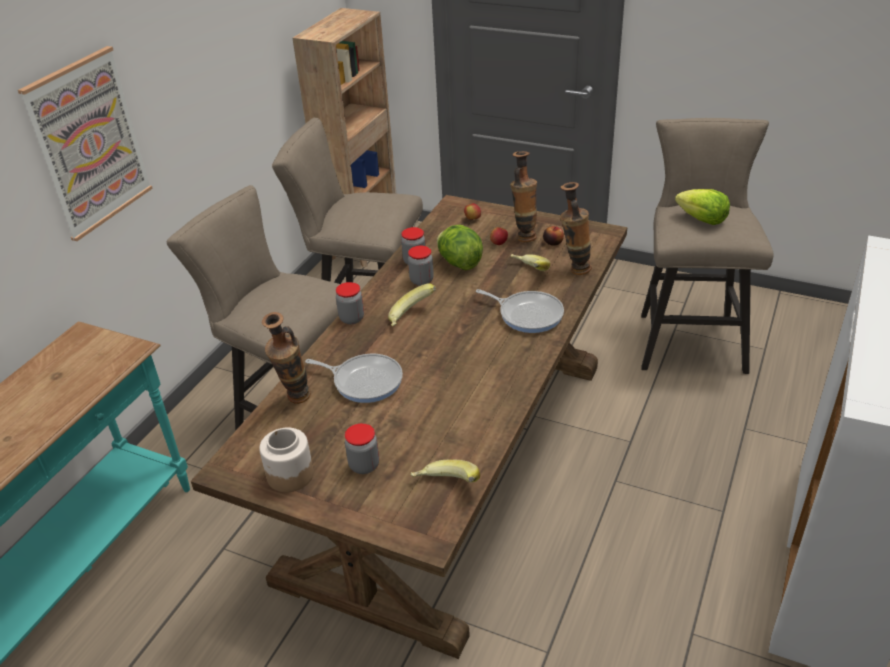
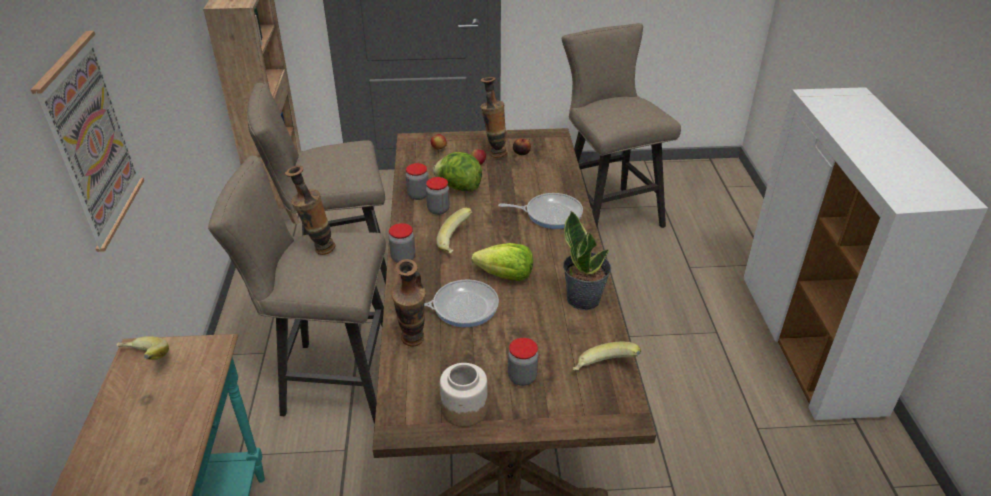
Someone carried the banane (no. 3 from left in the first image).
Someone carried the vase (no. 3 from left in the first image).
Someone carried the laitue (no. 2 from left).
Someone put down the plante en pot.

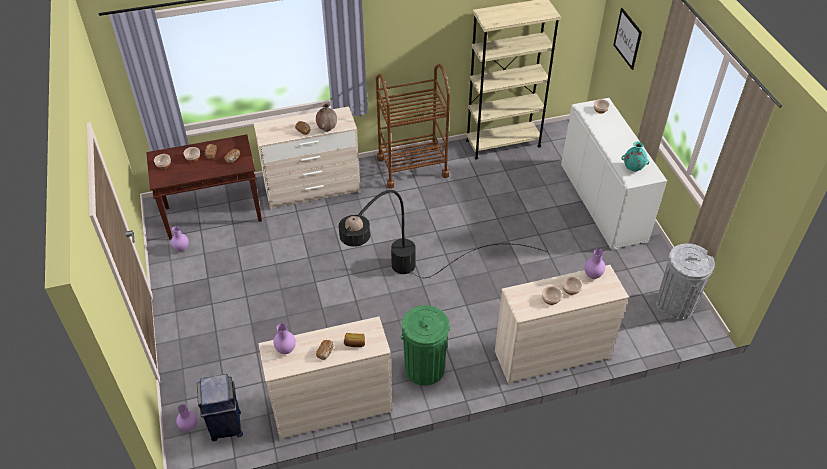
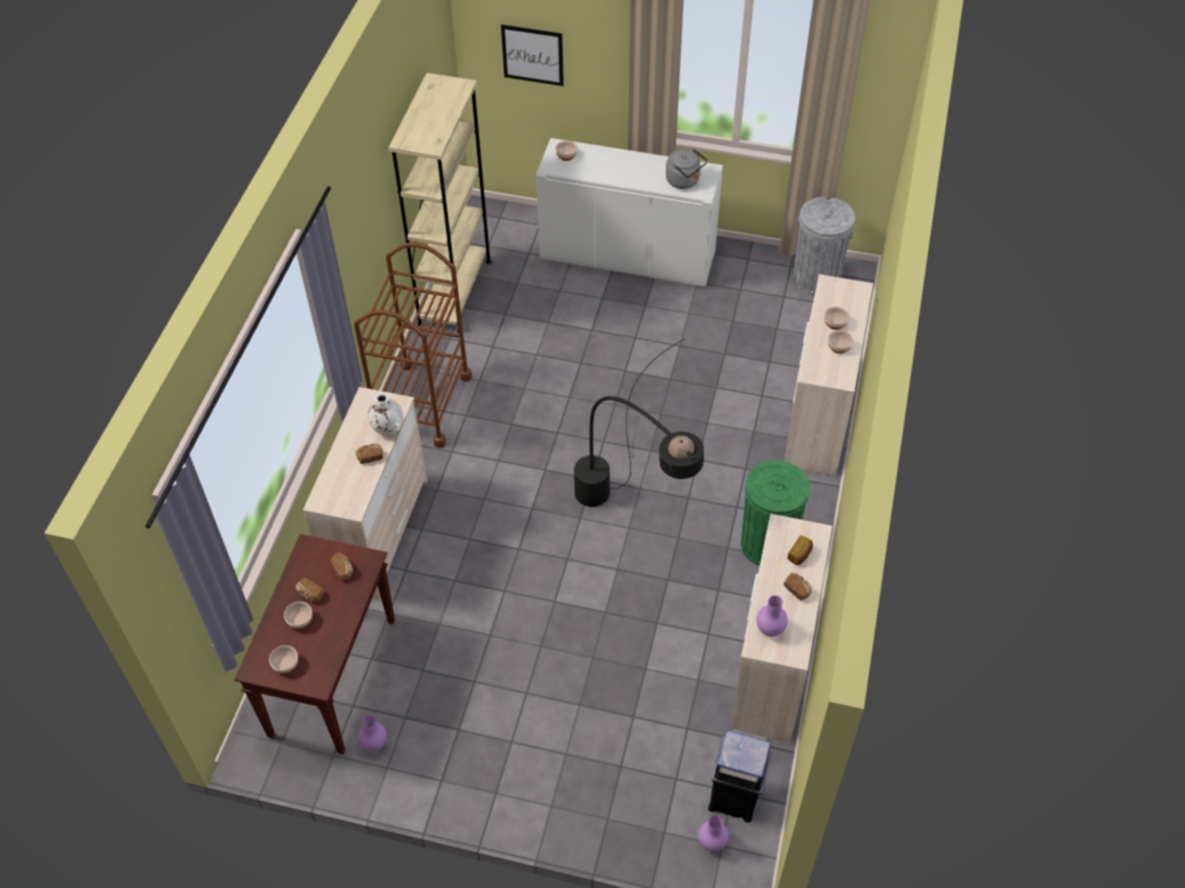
Someone repainted the vase (marron), which became the vase (blanc).
Someone swapped the vase (turquoise) for the bouilloire (gris).
Someone took away the vase (violet) (no. 4 from left).

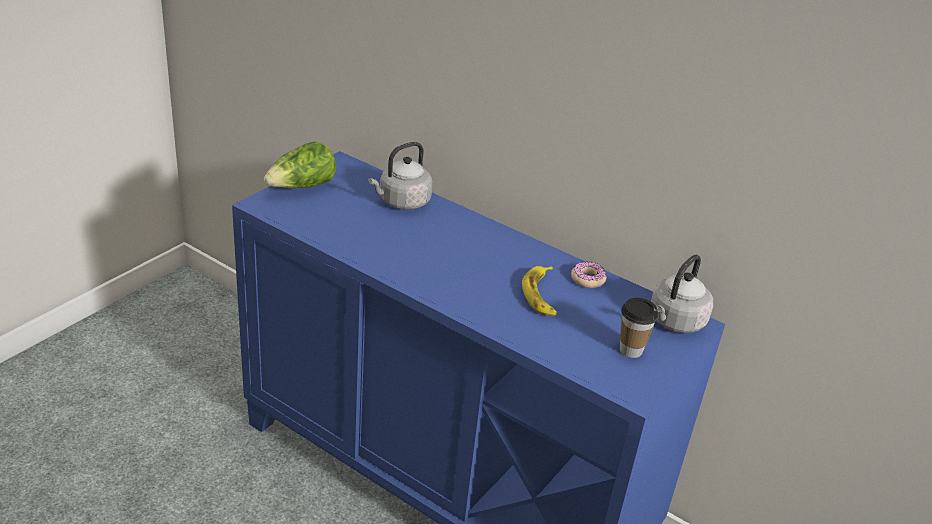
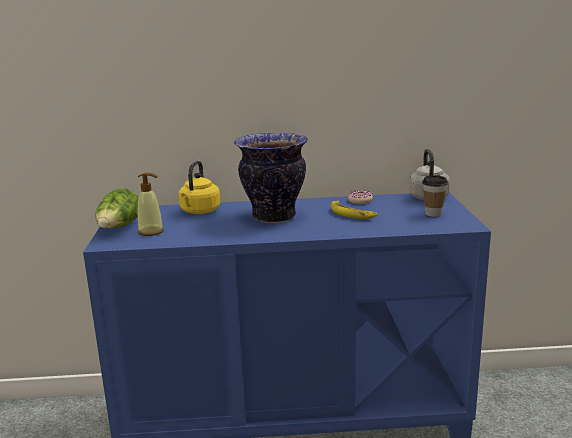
Someone put down the distributeur de savon.
Someone repainted the bouilloire (gris) (no. 1 from left), which became the bouilloire (jaune).
Someone put down the vase.

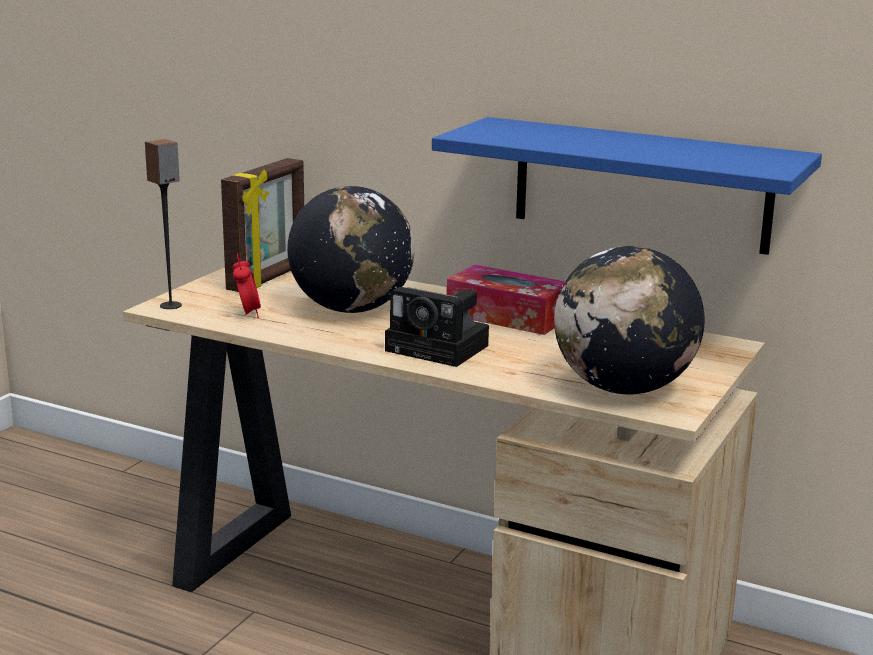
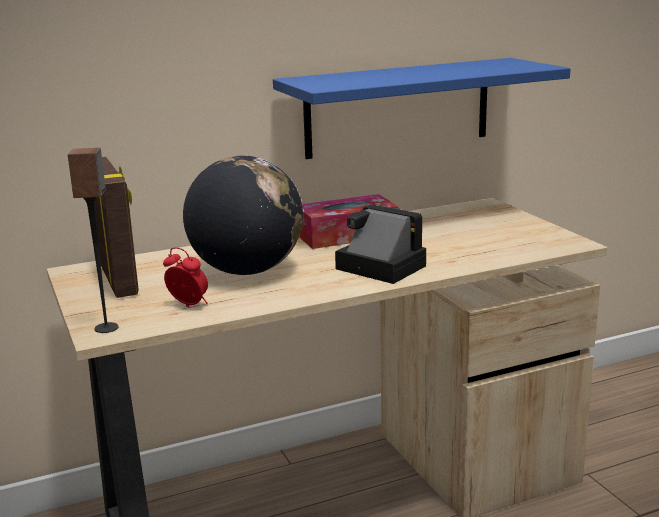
Someone rotated the appareil photo by 120 degrees counterclockwise.
Someone took away the globe (no. 2 from left).

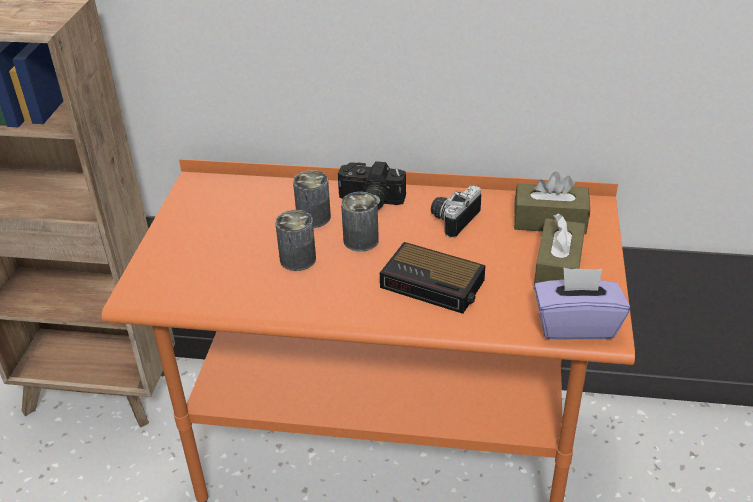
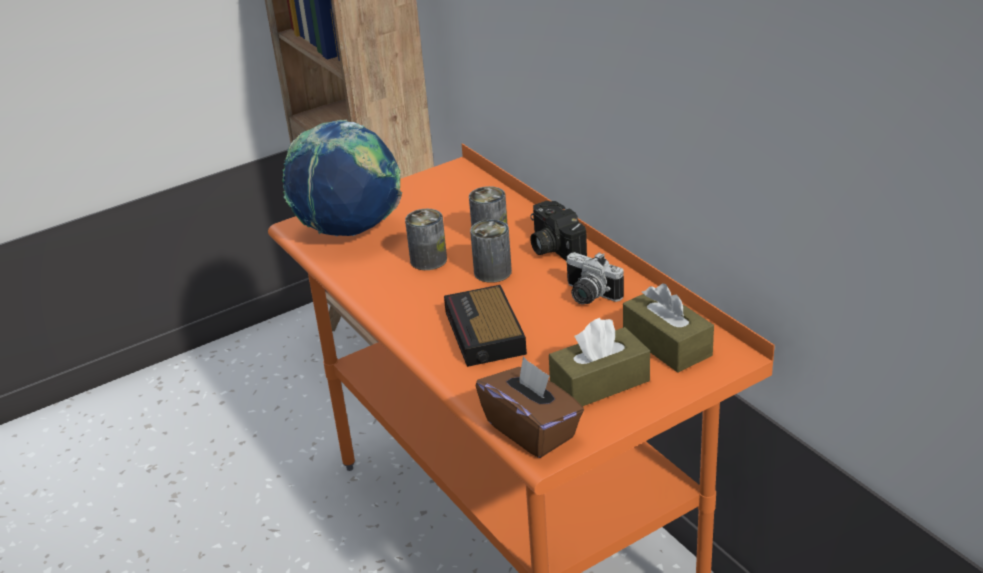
Someone put down the globe.
Someone repainted the boîte à mouchoirs (violet), which became the boîte à mouchoirs (marron) (no. 1 from left).
Someone rotated the appareil photo (no. 2 from left) by 135 degrees counterclockwise.

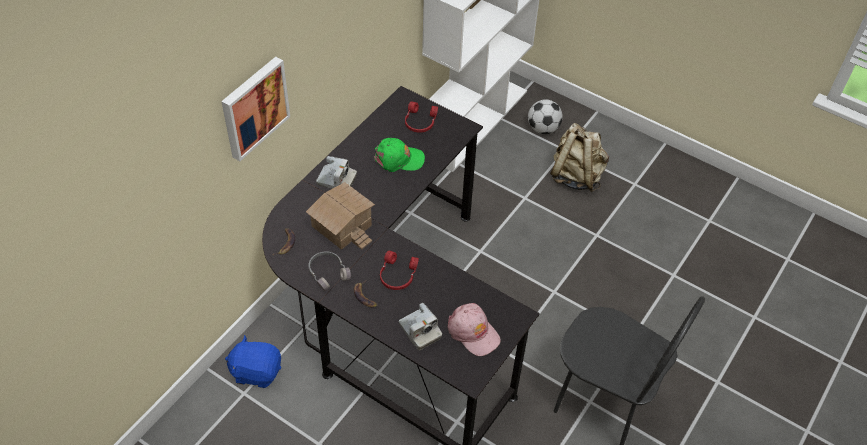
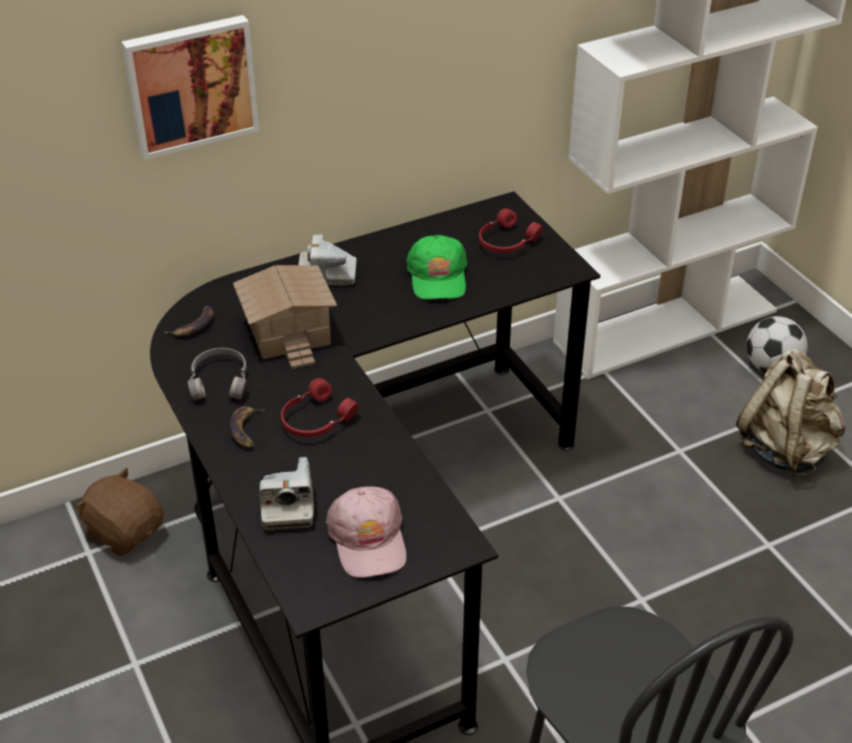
Someone repainted the peluche (bleu), which became the peluche (marron).
Someone rotated the appareil photo (no. 1 from left in the first image) by 135 degrees clockwise.
Someone rotated the casquette (vert) by 60 degrees clockwise.

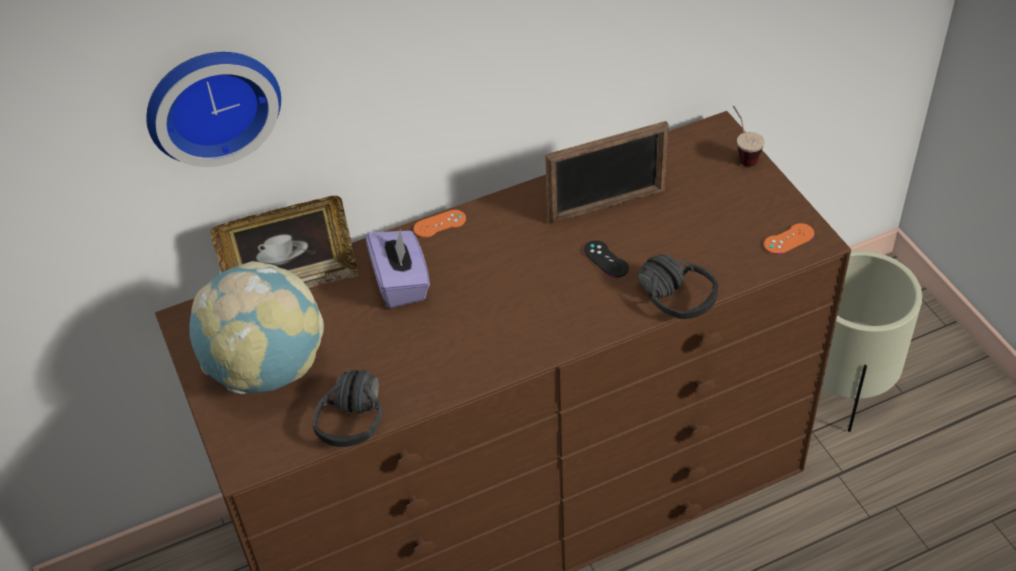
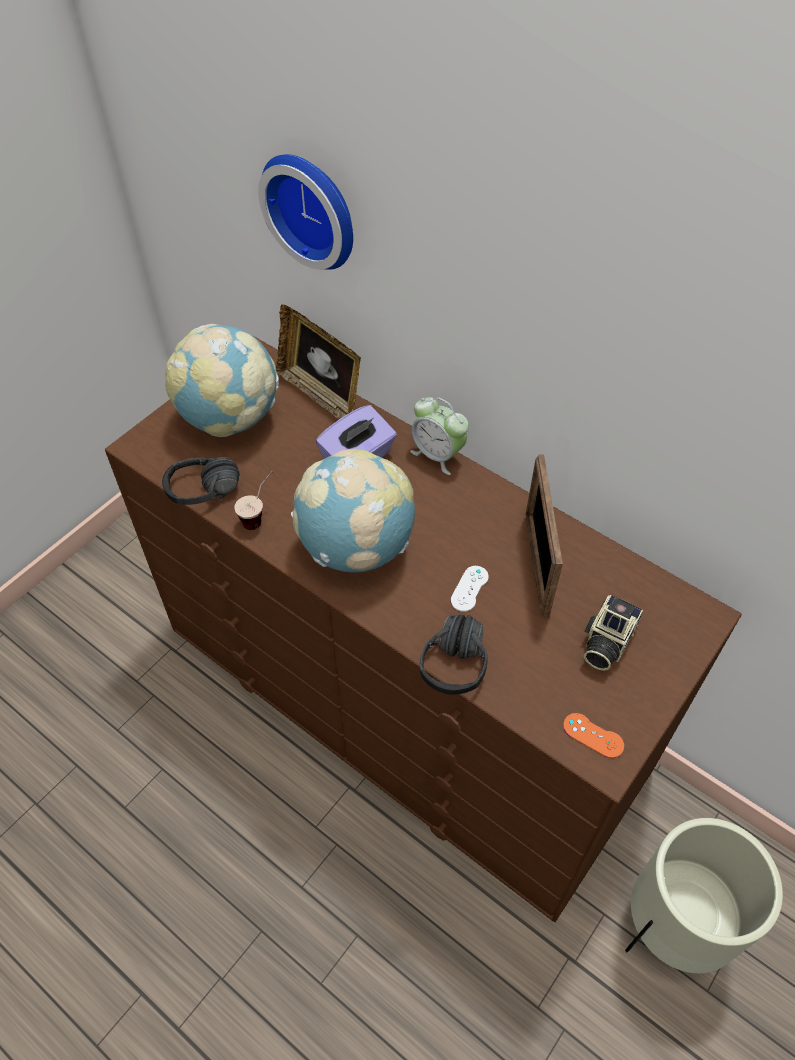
Someone carried the tasse.
Someone put down the globe (no. 2 from left).
Someone swapped the manette (orange) (no. 1 from left) for the réveil.
Someone repainted the manette (noir), which became the manette (blanc).
Someone rotated the cadre photo (no. 2 from left) by 45 degrees clockwise.
Someone put down the appareil photo.

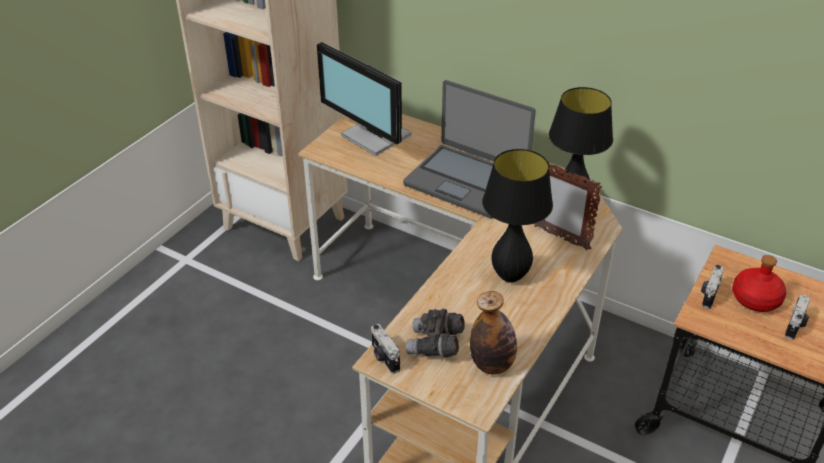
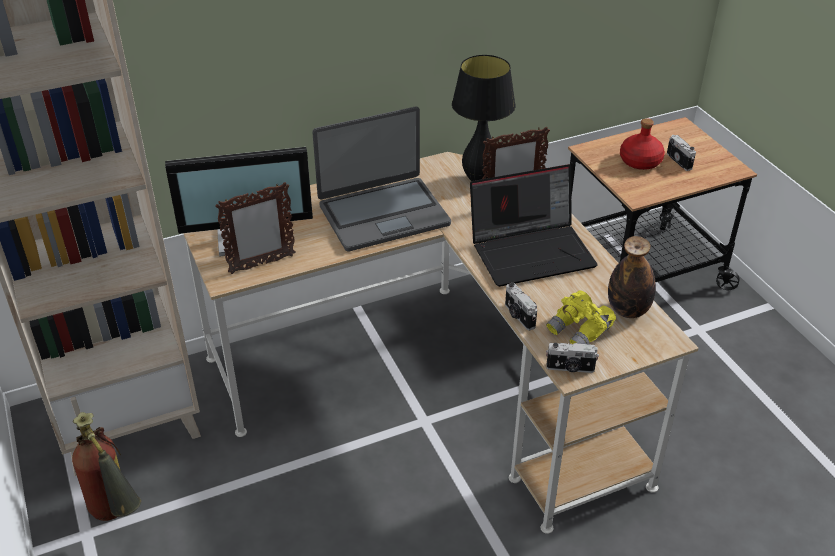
Someone put down the extincteur.
Someone put down the cadre photo (no. 1 from left).
Someone swapped the lampe de table (noir) (no. 1 from left) for the ordinateur portable (no. 2 from left).
Someone carried the appareil photo (no. 2 from left in the first image).
Someone repainted the jumelles (gris), which became the jumelles (jaune).

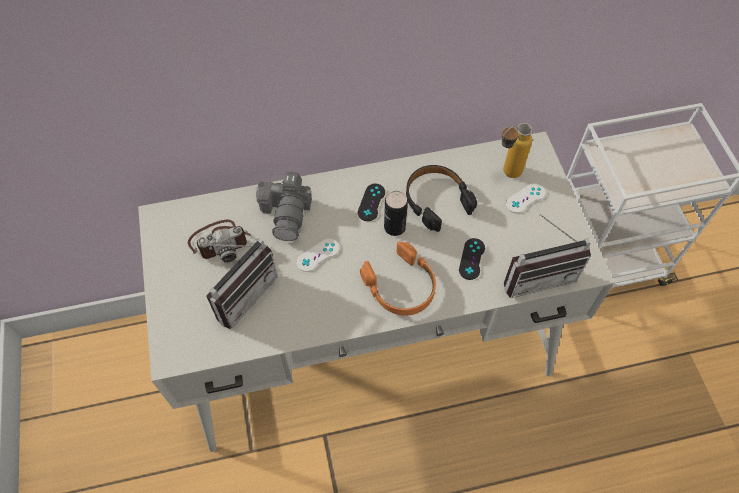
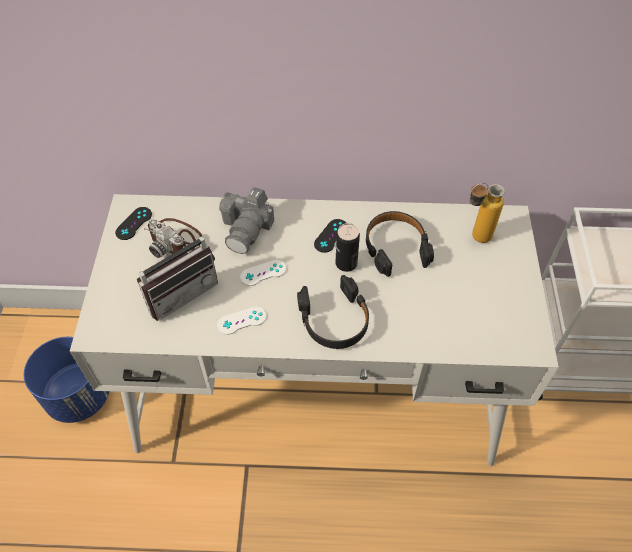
Someone put down the cache-pot (bleu).
Someone carried the manette (noir) (no. 2 from left in the first image).
Someone rotated the appareil photo (no. 1 from left) by 45 degrees clockwise.
Someone carried the manette (blanc) (no. 2 from left in the first image).
Someone repainted the casque audio (orange), which became the casque audio (noir) (no. 1 from left).
Someone took away the radio (no. 2 from left).

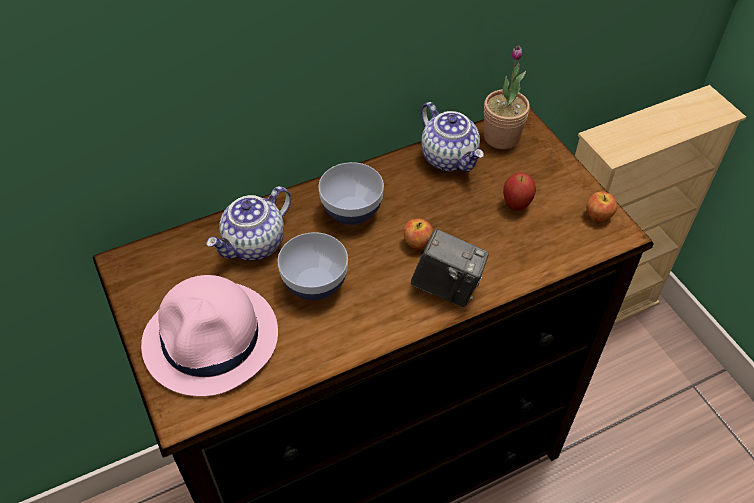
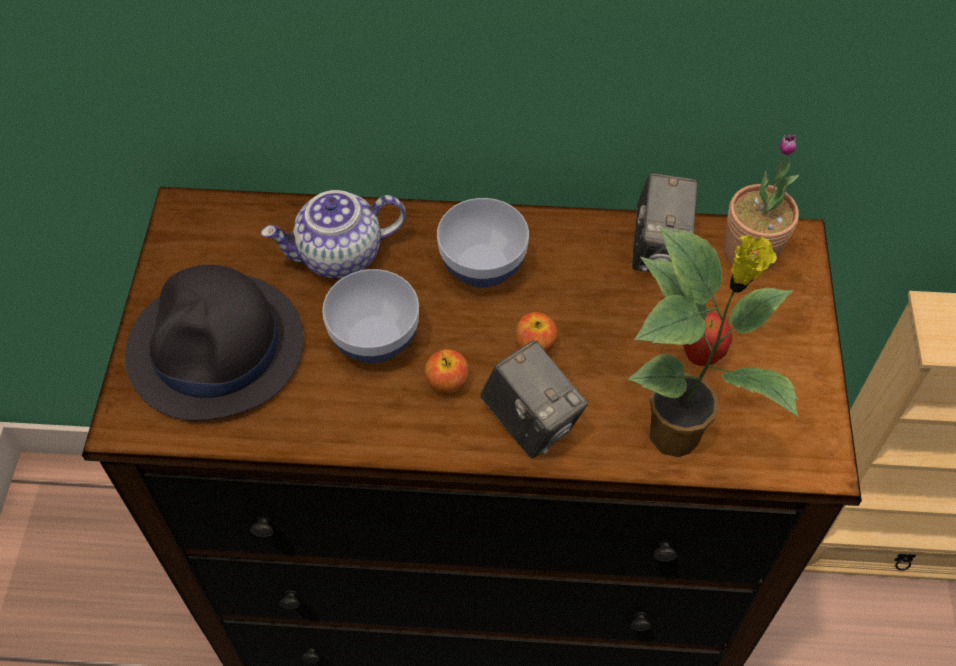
Someone repainted the chapeau (rose), which became the chapeau (noir).
Someone carried the pomme (no. 3 from left in the first image).
Someone put down the plante en pot (no. 1 from left).
Someone swapped the théière (no. 2 from left) for the appareil photo (no. 2 from left).

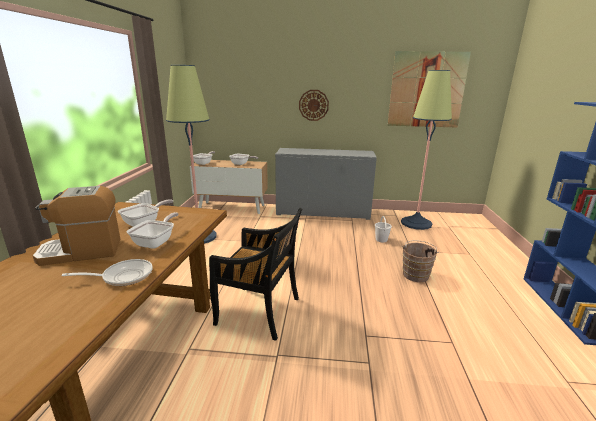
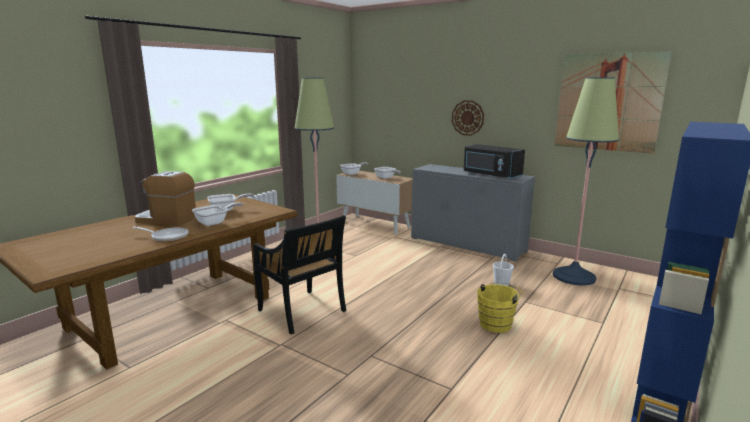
Someone put down the micro-ondes (noir).
Someone repainted the seau (marron), which became the seau (jaune).

